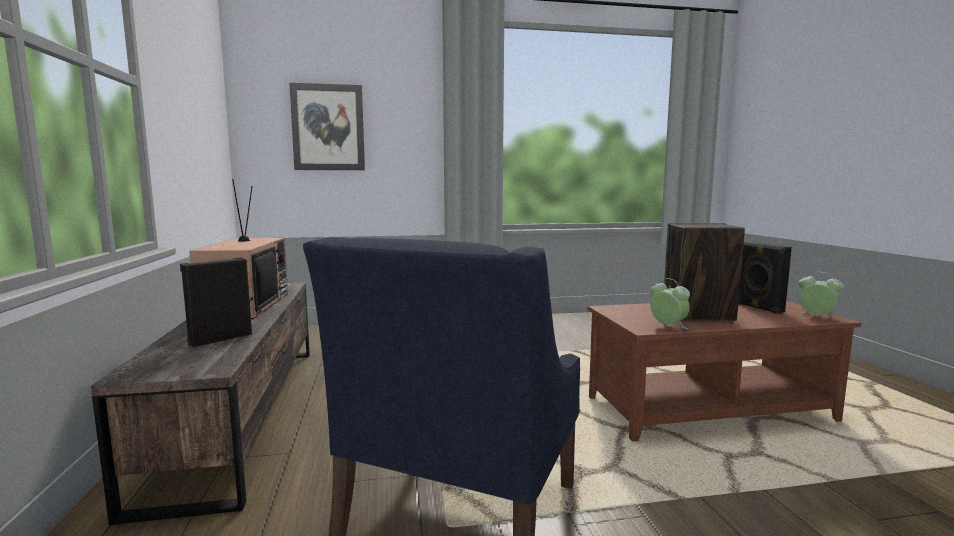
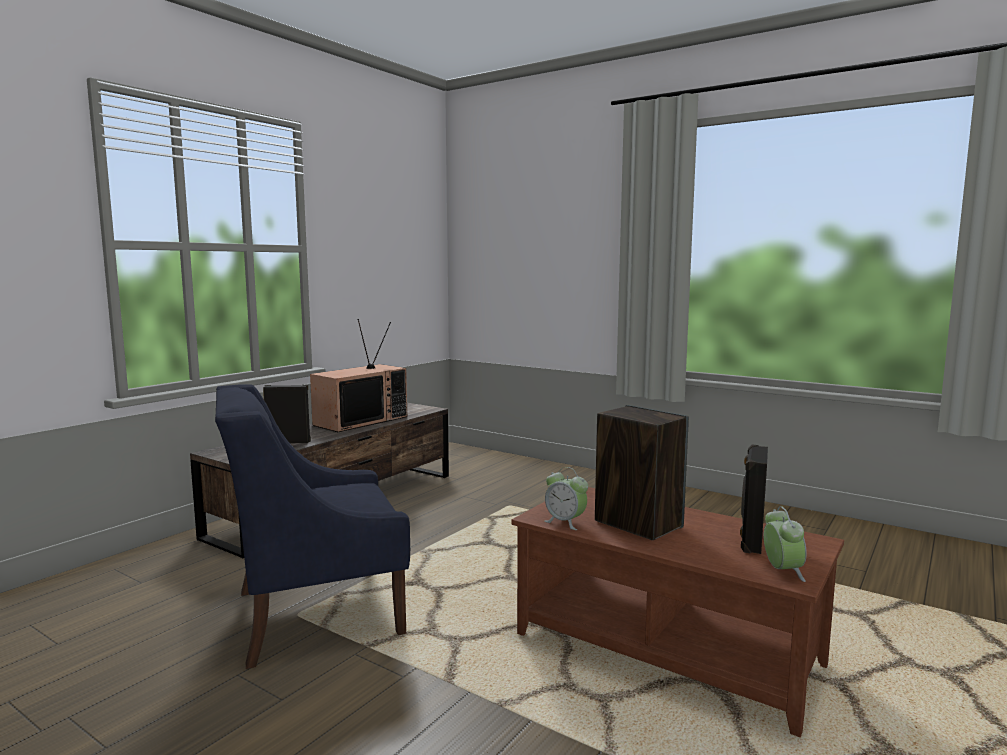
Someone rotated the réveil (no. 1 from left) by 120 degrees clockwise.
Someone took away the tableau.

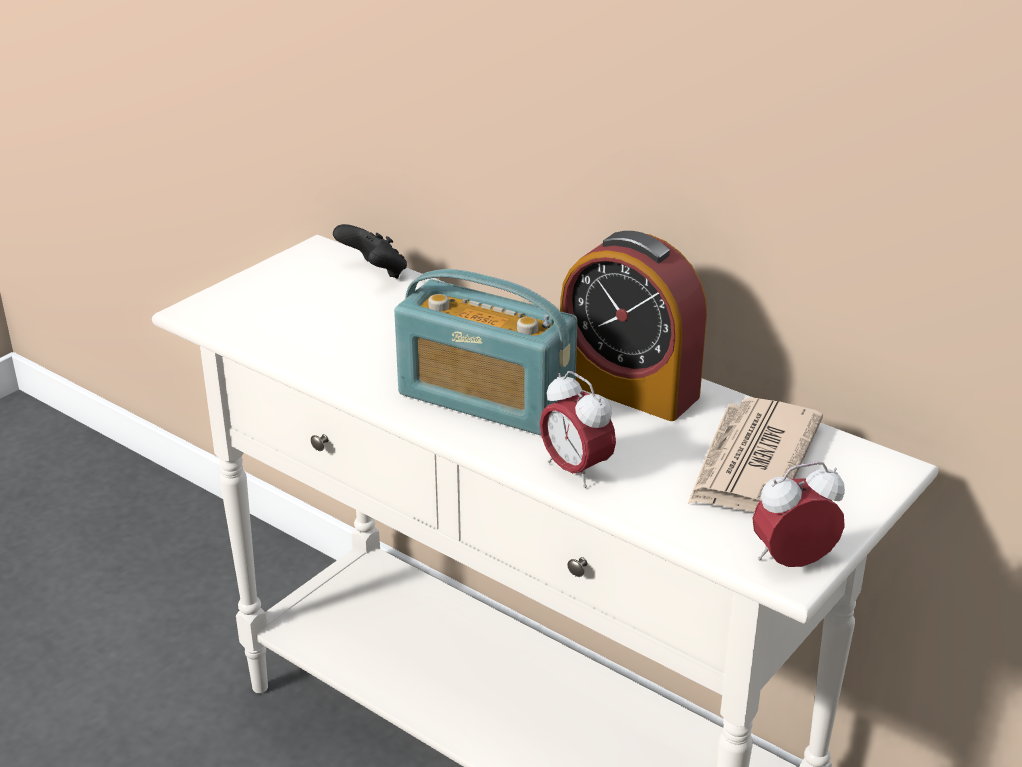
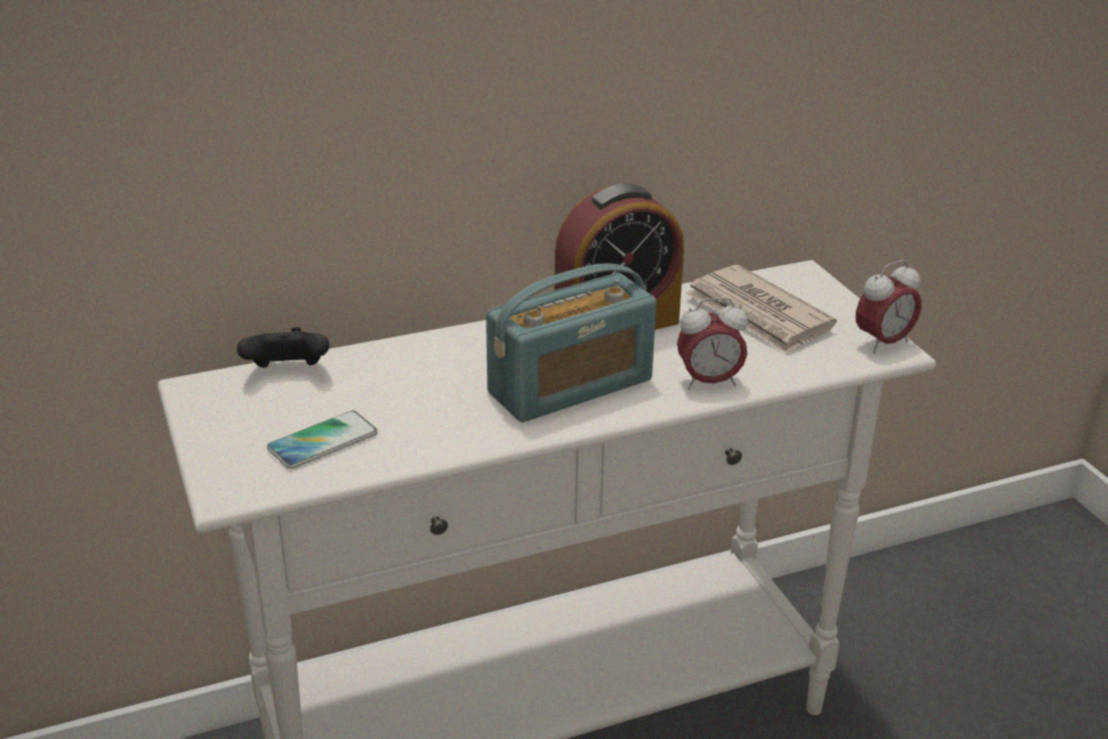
Someone put down the téléphone.
Someone rotated the réveil (no. 3 from left) by 135 degrees counterclockwise.

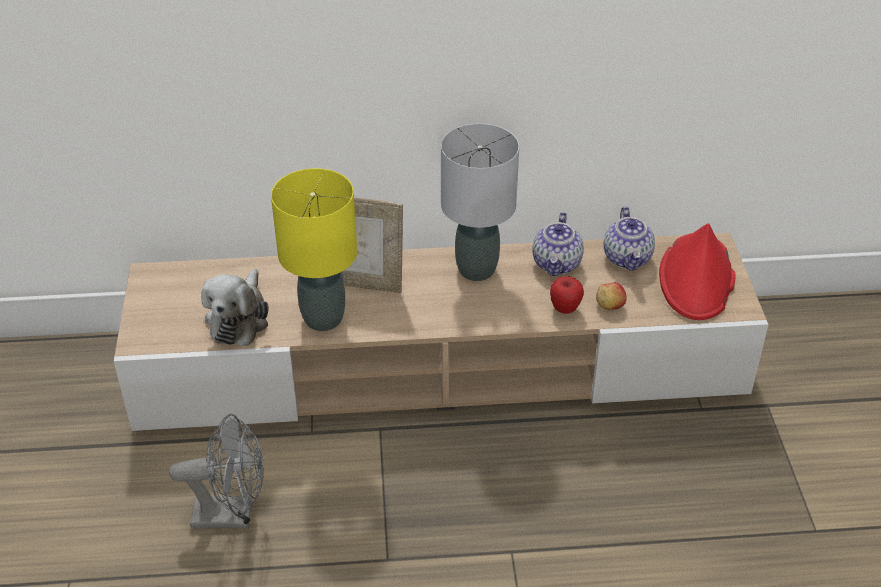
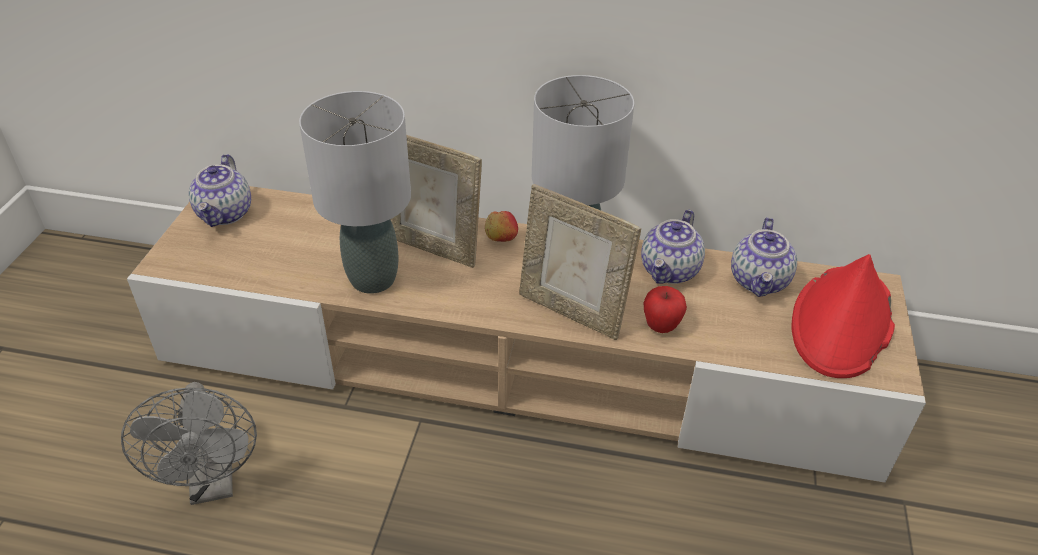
Someone rotated the ventilateur (gris) by 60 degrees clockwise.
Someone put down the théière (no. 1 from left).
Someone repainted the lampe de table (jaune), which became the lampe de table (gris) (no. 1 from left).
Someone carried the pomme (no. 2 from left in the first image).
Someone put down the cadre photo (no. 2 from left).
Someone took away the peluche.

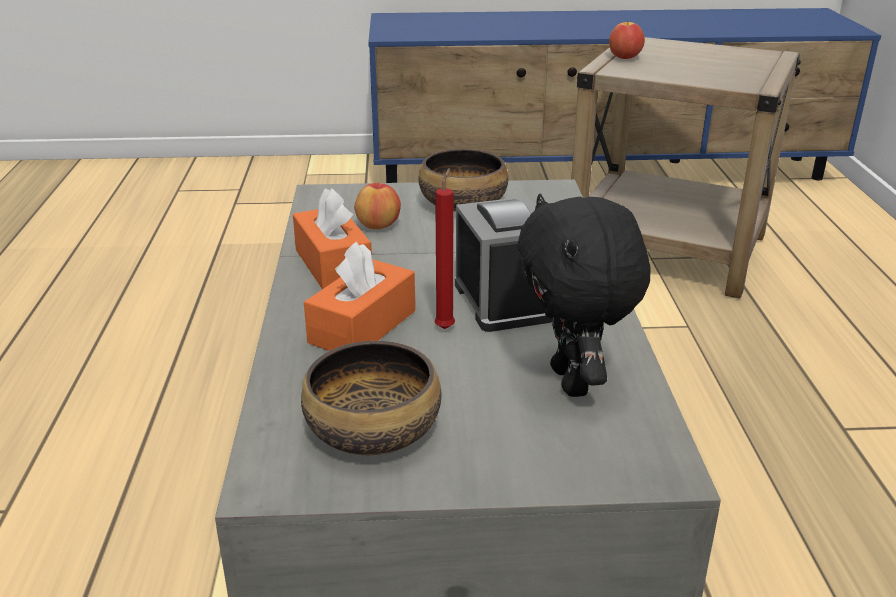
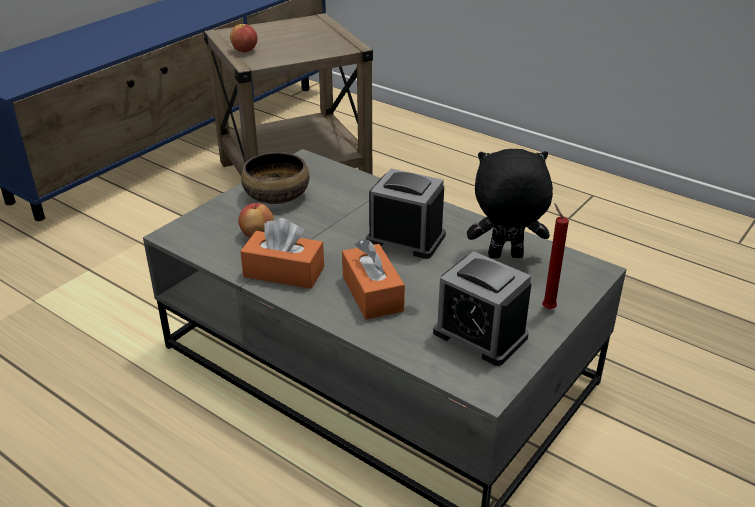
Someone swapped the bol (no. 1 from left) for the réveil (no. 2 from left).
Someone rotated the peluche (noir) by 150 degrees clockwise.
Someone carried the bougie (rouge).

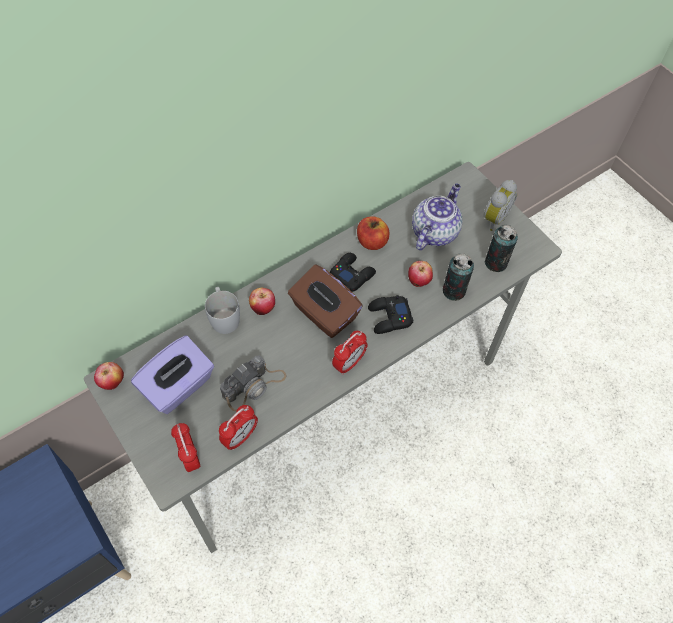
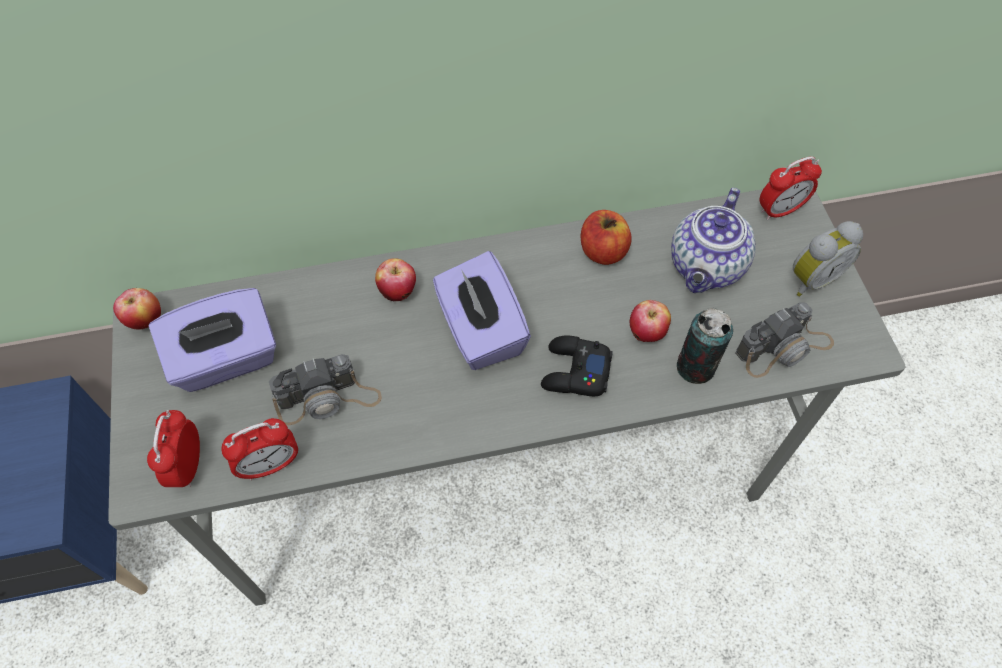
Someone repainted the boîte à mouchoirs (marron), which became the boîte à mouchoirs (violet) (no. 2 from left).
Someone rotated the théière by 150 degrees clockwise.
Someone swapped the boîte métallique (no. 2 from left) for the appareil photo (no. 2 from left).
Someone carried the réveil (no. 3 from left).
Someone took away the mug (blanc).
Someone took away the manette (noir) (no. 1 from left).

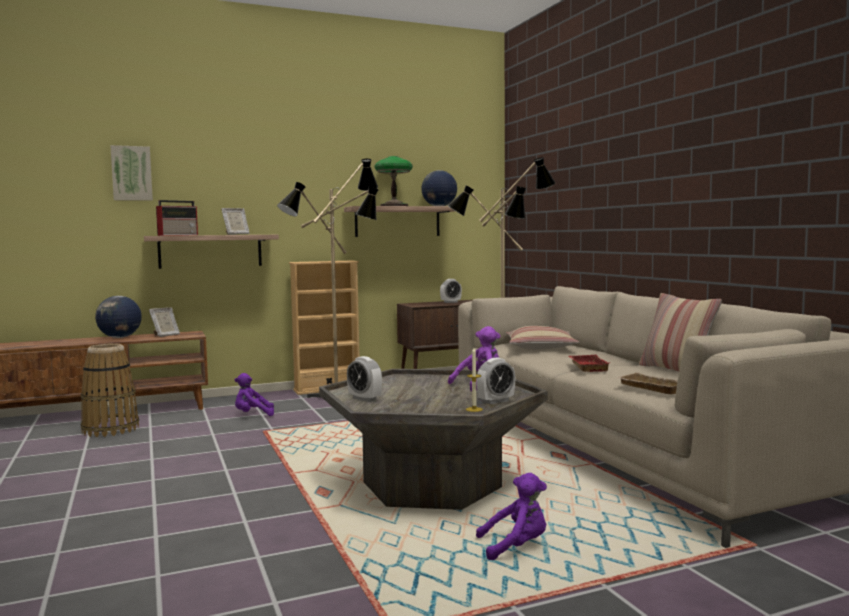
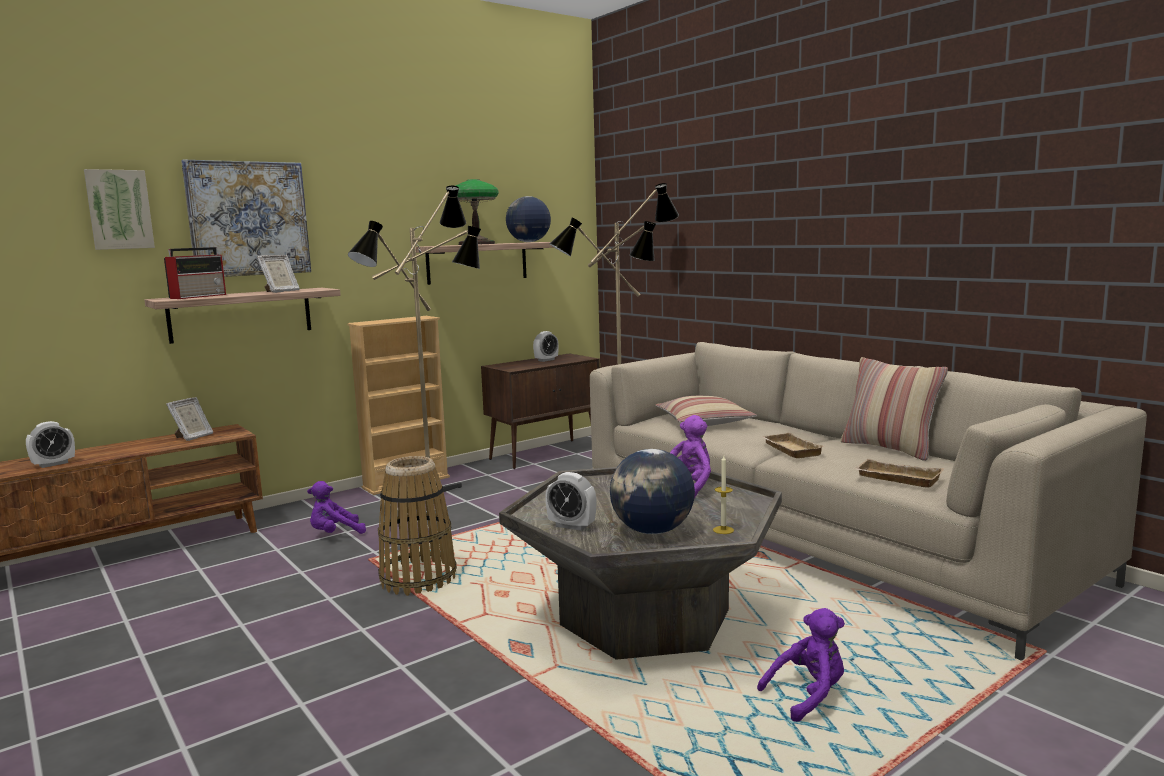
Someone carried the réveil (no. 3 from left in the first image).
Someone put up the tableau (no. 2 from left).
Someone carried the panier.
Someone carried the globe (no. 1 from left in the first image).
Someone repainted the plateau (rouge), which became the plateau (beige) (no. 1 from left).

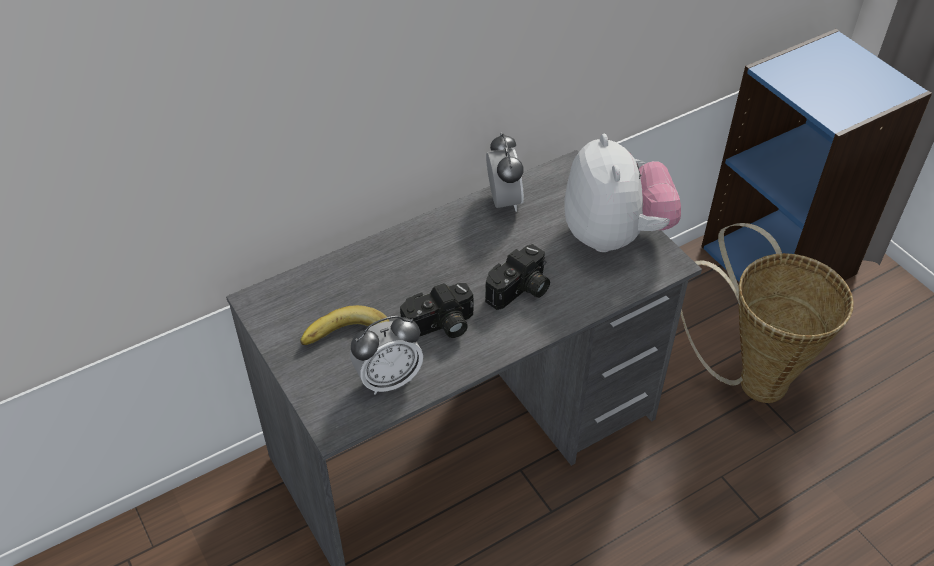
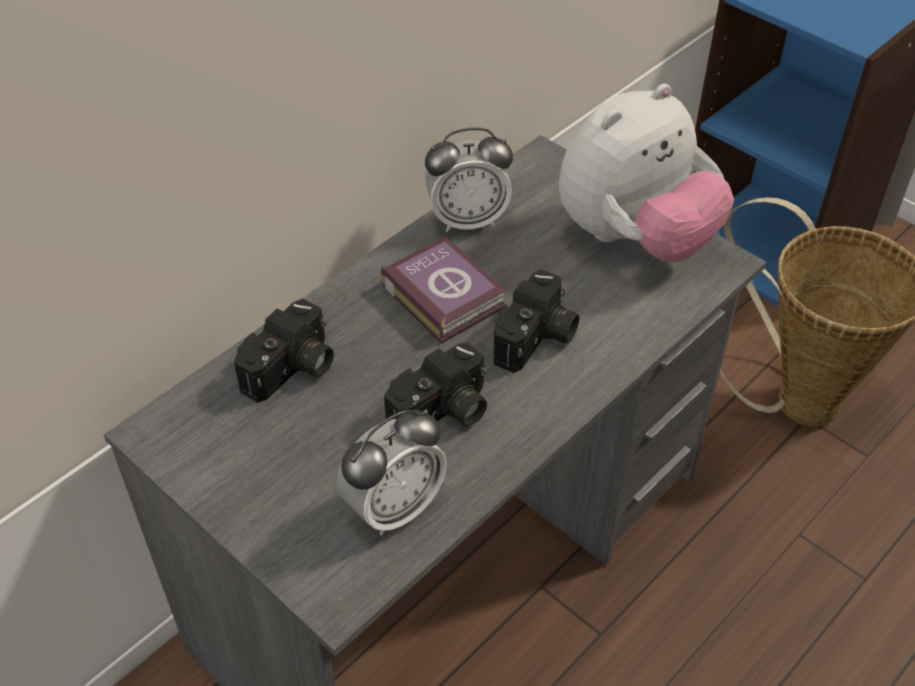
Someone put down the appareil photo (no. 1 from left).
Someone put down the livre.
Someone rotated the réveil (no. 2 from left) by 105 degrees clockwise.
Someone rotated the peluche by 75 degrees clockwise.
Someone took away the banane.

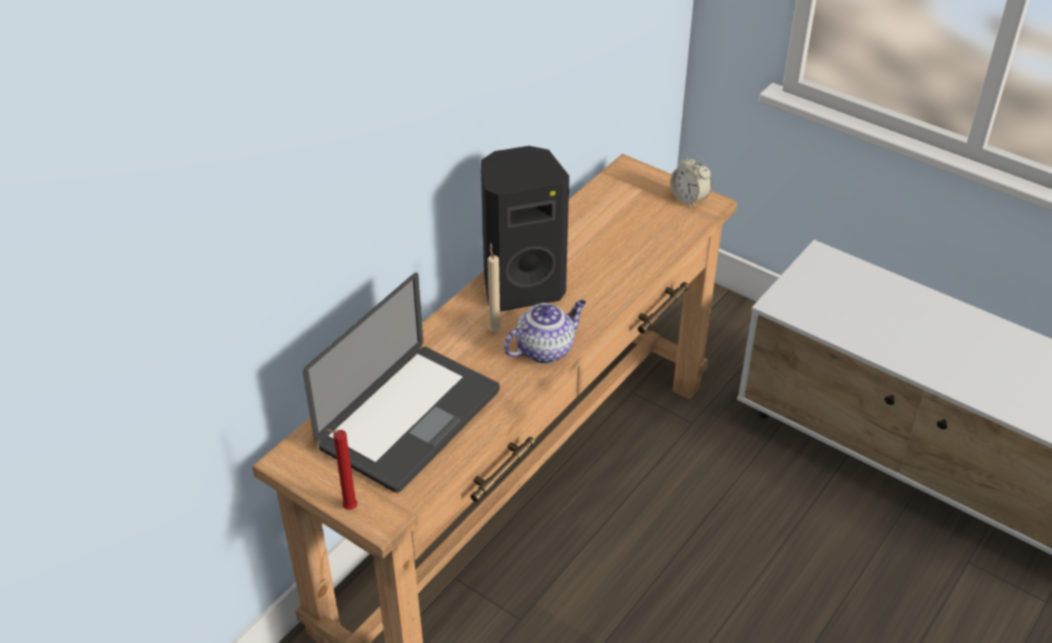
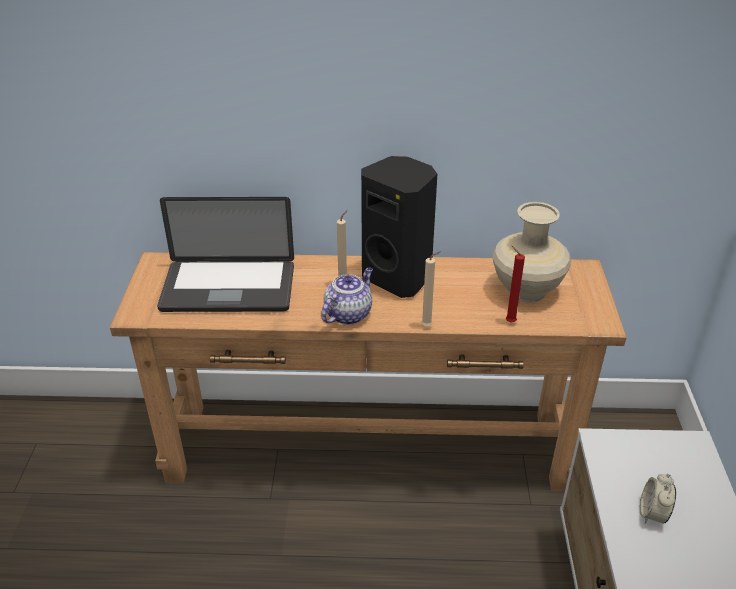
Someone rotated the théière by 75 degrees counterclockwise.
Someone put down the bougie (beige) (no. 2 from left).
Someone put down the vase (beige).
Someone carried the bougie (rouge).
Someone carried the réveil.

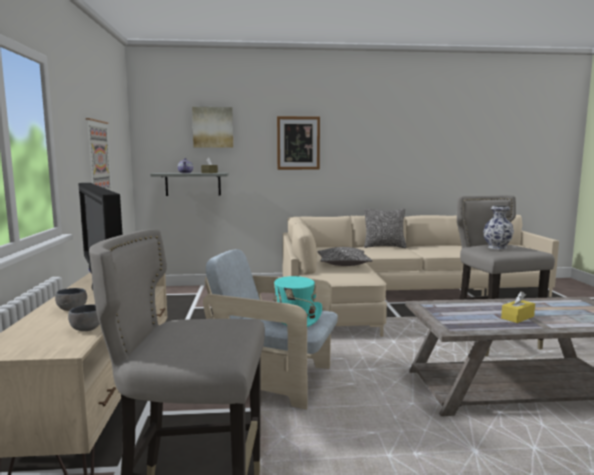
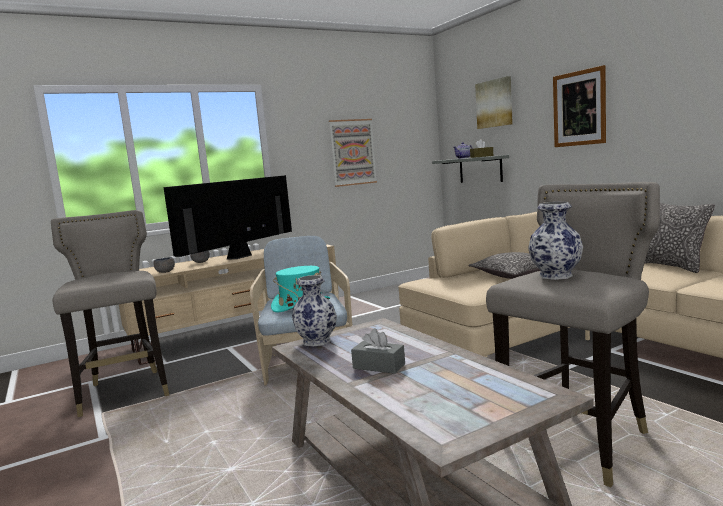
Someone put down the vase (no. 1 from left).
Someone repainted the boîte à mouchoirs (jaune), which became the boîte à mouchoirs (gris).

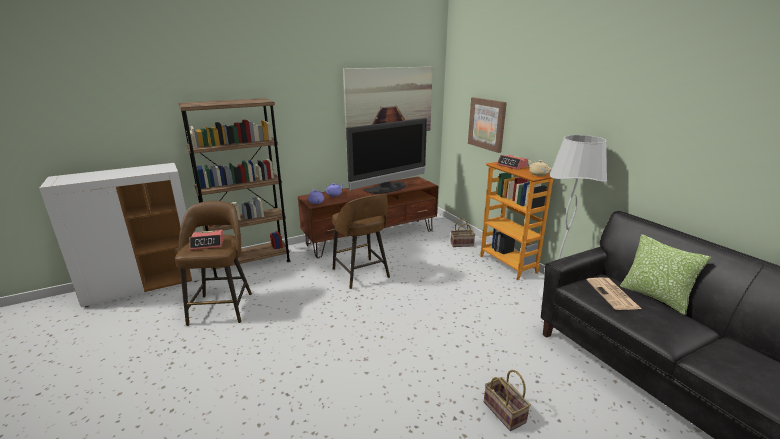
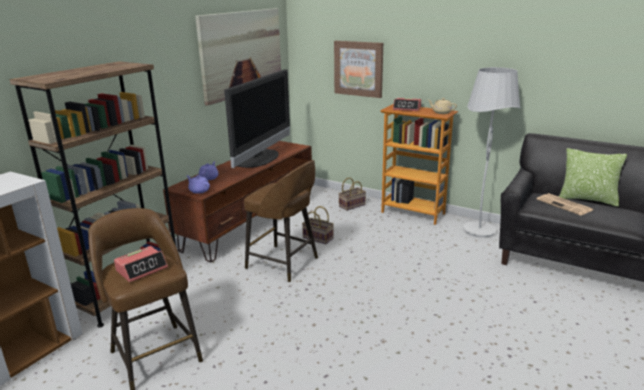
Someone carried the panier (no. 2 from left in the first image).

